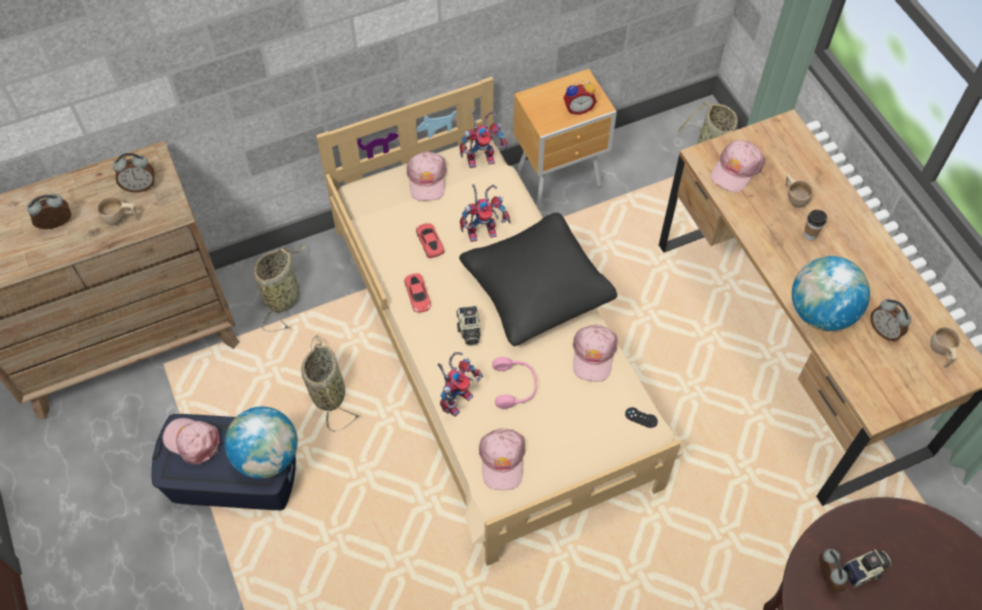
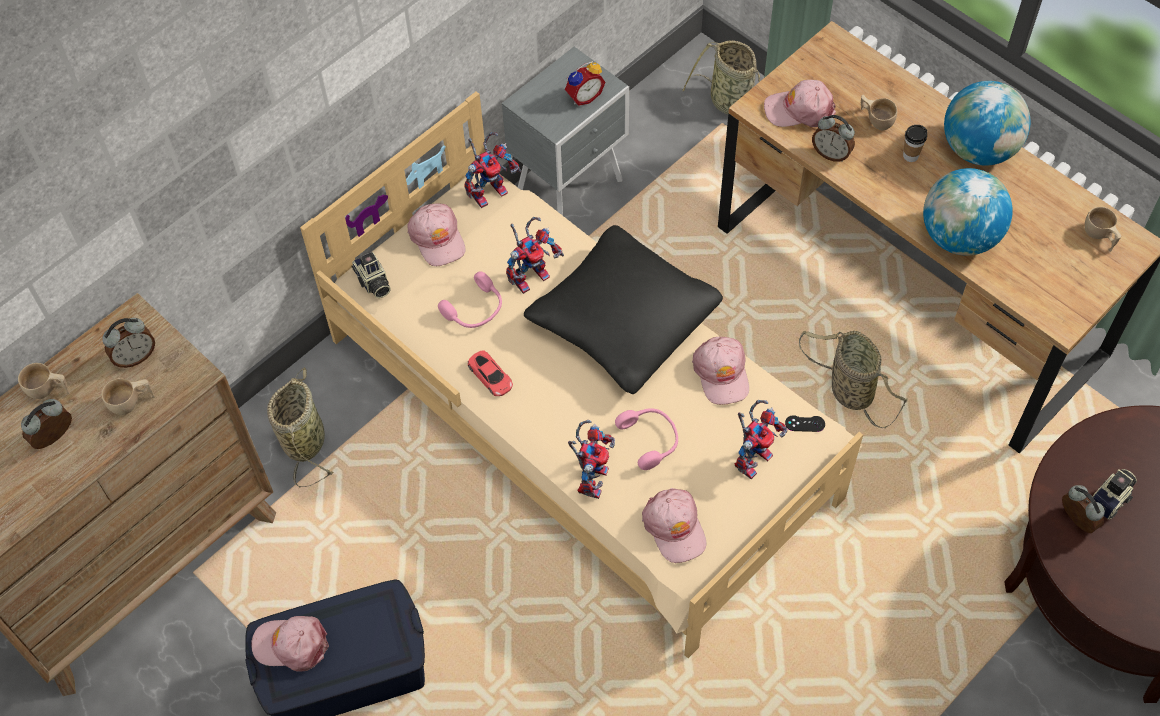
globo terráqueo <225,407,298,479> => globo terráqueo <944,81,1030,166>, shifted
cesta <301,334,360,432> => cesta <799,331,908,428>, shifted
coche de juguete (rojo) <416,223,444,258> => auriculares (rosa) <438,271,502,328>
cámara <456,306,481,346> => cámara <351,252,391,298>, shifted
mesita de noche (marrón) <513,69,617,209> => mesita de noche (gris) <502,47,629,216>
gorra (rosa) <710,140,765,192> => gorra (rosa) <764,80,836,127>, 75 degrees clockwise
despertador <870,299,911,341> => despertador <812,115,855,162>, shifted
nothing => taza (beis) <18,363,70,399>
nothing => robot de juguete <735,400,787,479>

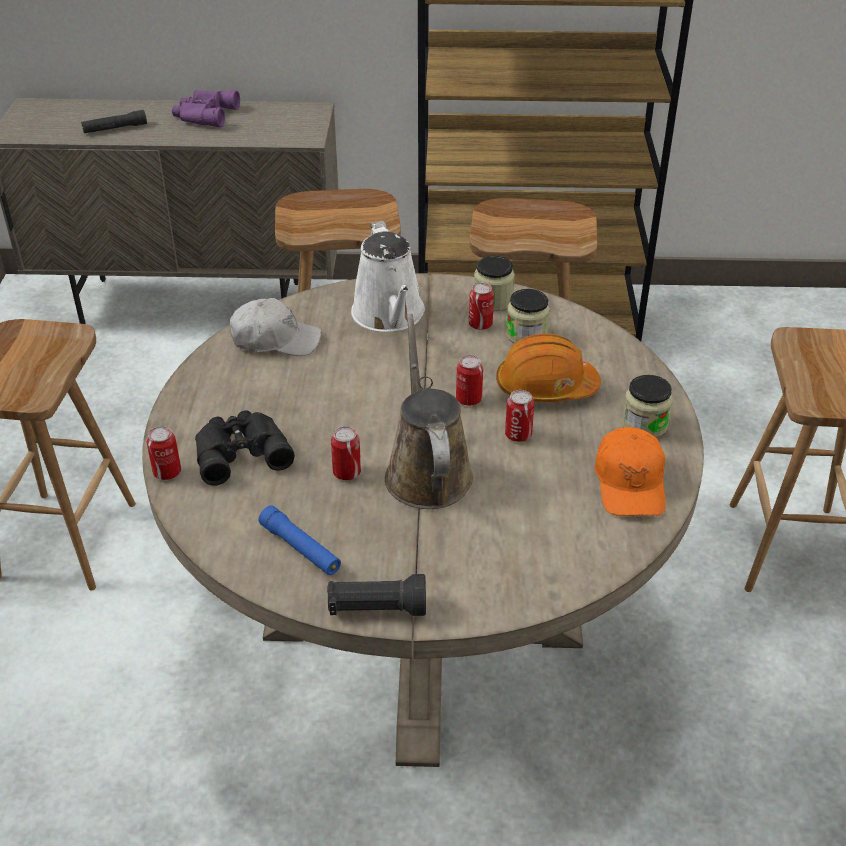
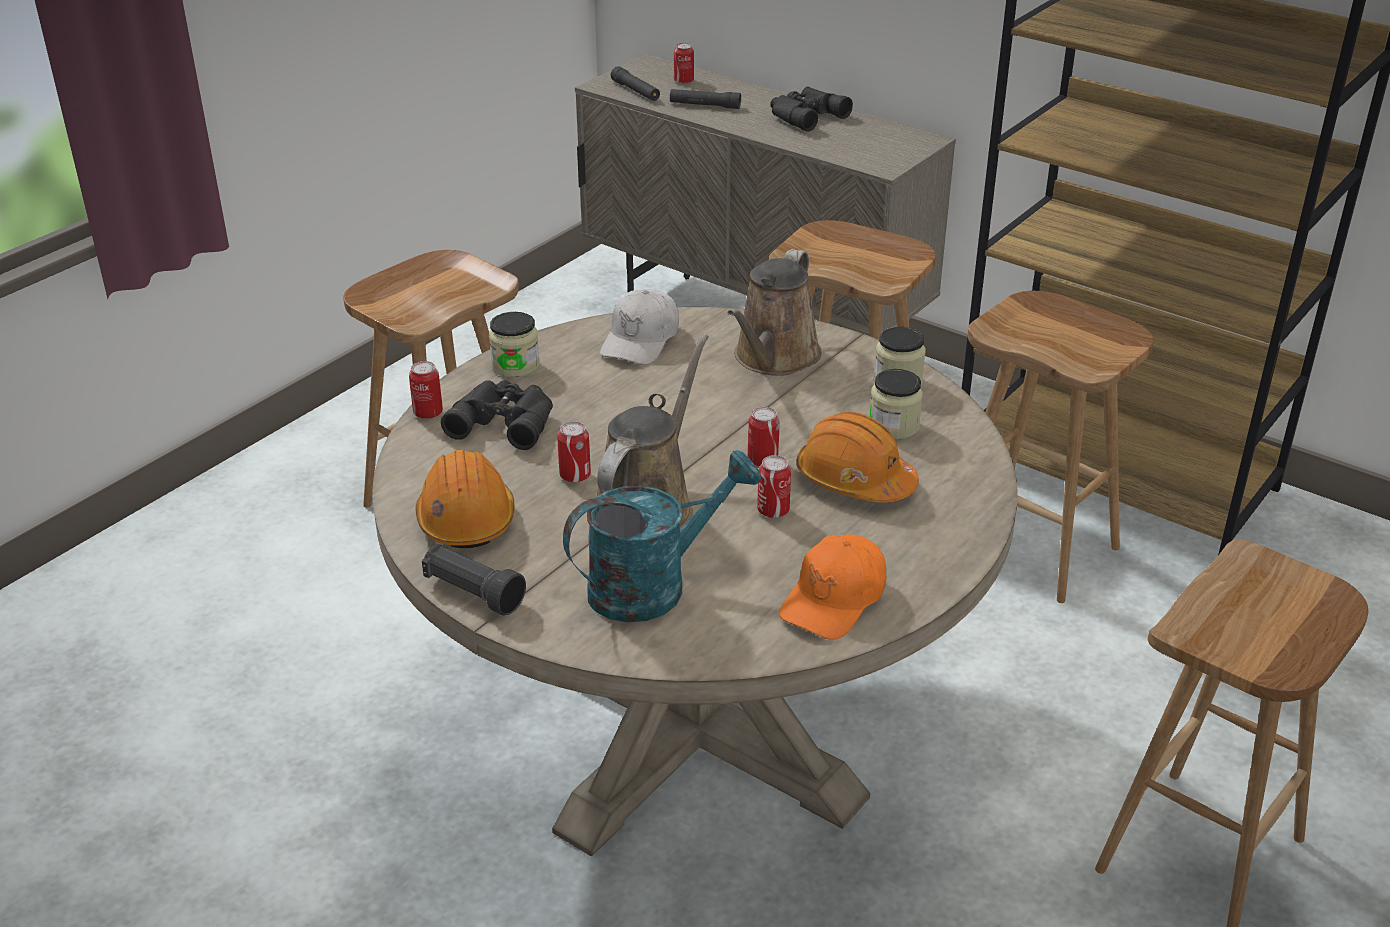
prismáticos (morado) <172,90,240,127> => prismáticos (negro) <770,86,853,131>
gorra (blanco) <230,298,321,356> => gorra (blanco) <600,289,679,365>, 75 degrees clockwise
linterna (azul) <259,505,341,575> => casco (naranja) <416,450,515,548>
regadera (blanco) <351,221,425,332> => regadera (marrón) <728,249,822,376>
lata <469,283,494,330> => lata <674,43,694,84>, shifted
tarro <622,375,673,438> => tarro <489,312,539,378>, shifted
nothing => regadera (turquesa) <563,450,761,622>
nothing => linterna (negro) <611,66,660,101>

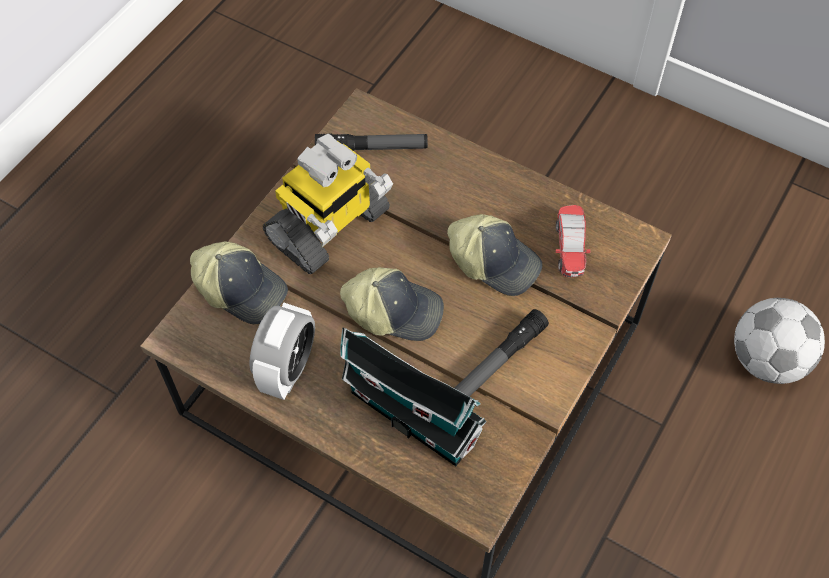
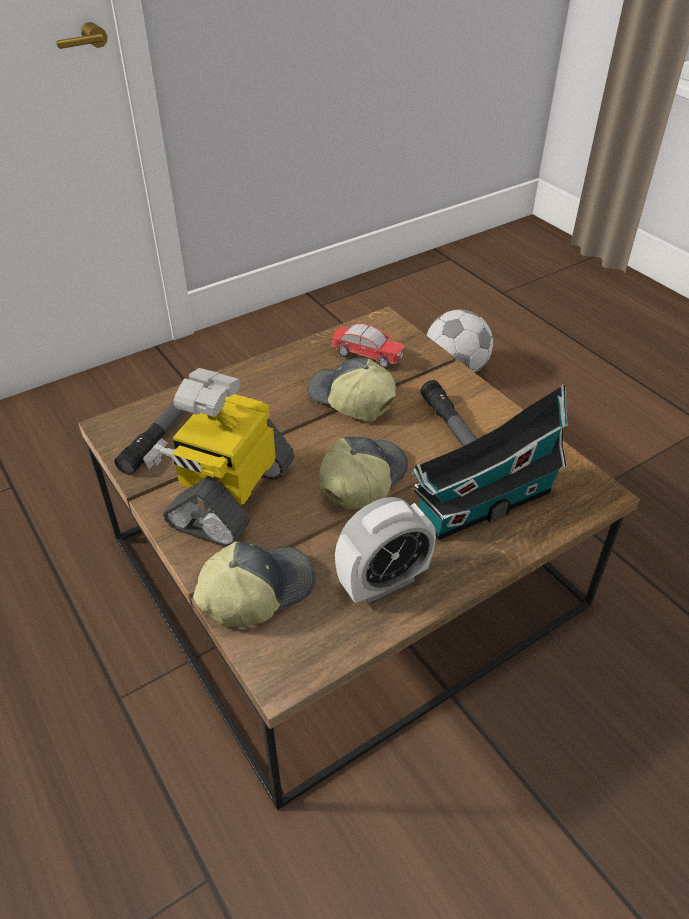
despertador <249,302,315,400> => despertador <335,497,436,604>, 105 degrees clockwise
robot de juguete <263,134,393,274> => robot de juguete <143,368,295,547>, 135 degrees counterclockwise
gorra <447,214,543,296> => gorra <307,358,396,421>, 105 degrees counterclockwise

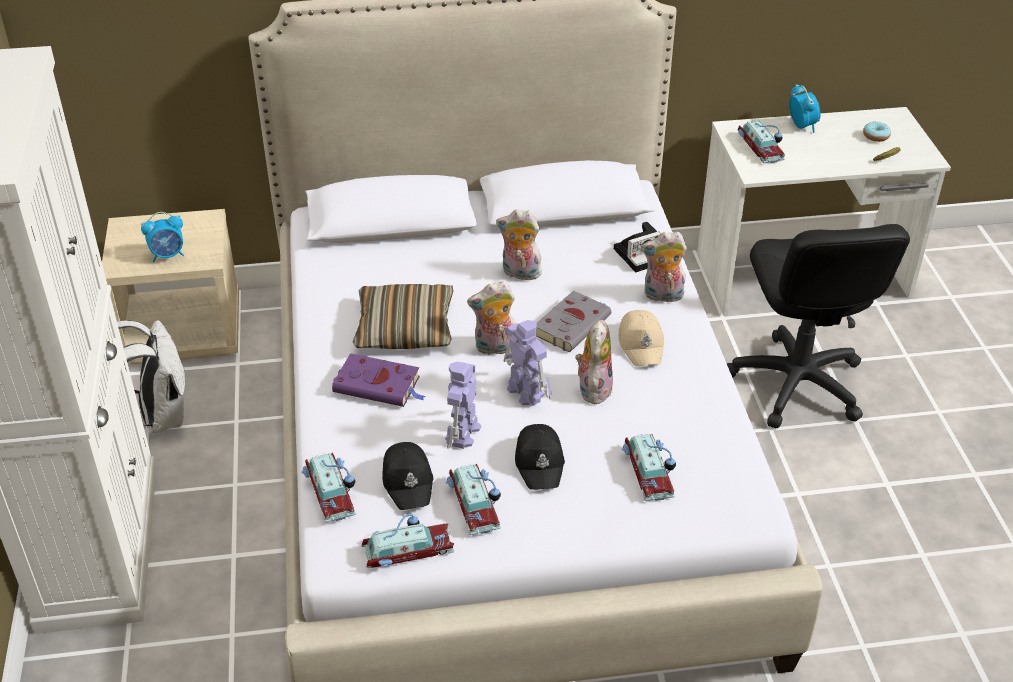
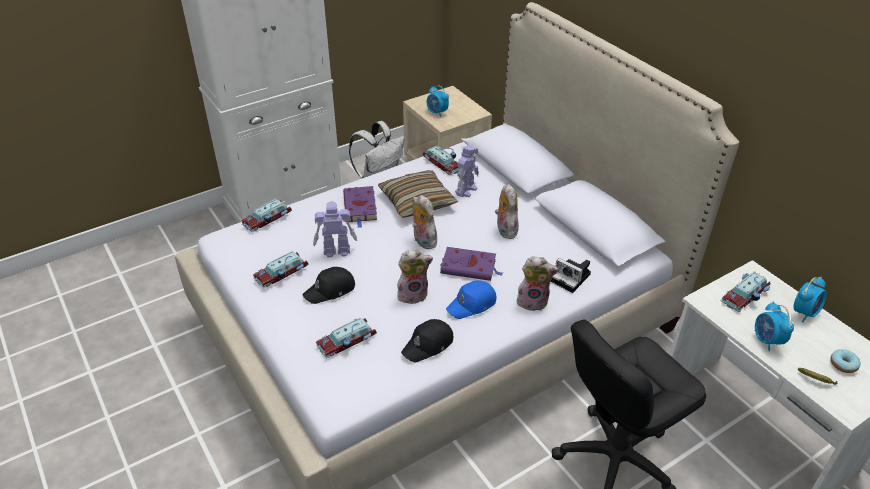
coche de juguete <361,514,454,568> => coche de juguete <423,145,459,175>, shifted
gorra (negro) <382,442,433,510> => gorra (negro) <401,319,453,362>, shifted
robot de juguete <503,320,552,407> => robot de juguete <455,145,479,197>, shifted
libro (gris) <536,291,611,352> => libro (morado) <440,247,503,281>
gorra (beis) <619,310,664,366> => gorra (azul) <446,280,496,319>
peluche <641,231,687,302> => peluche <517,256,558,311>, 120 degrees clockwise
nothing => despertador <754,301,794,351>

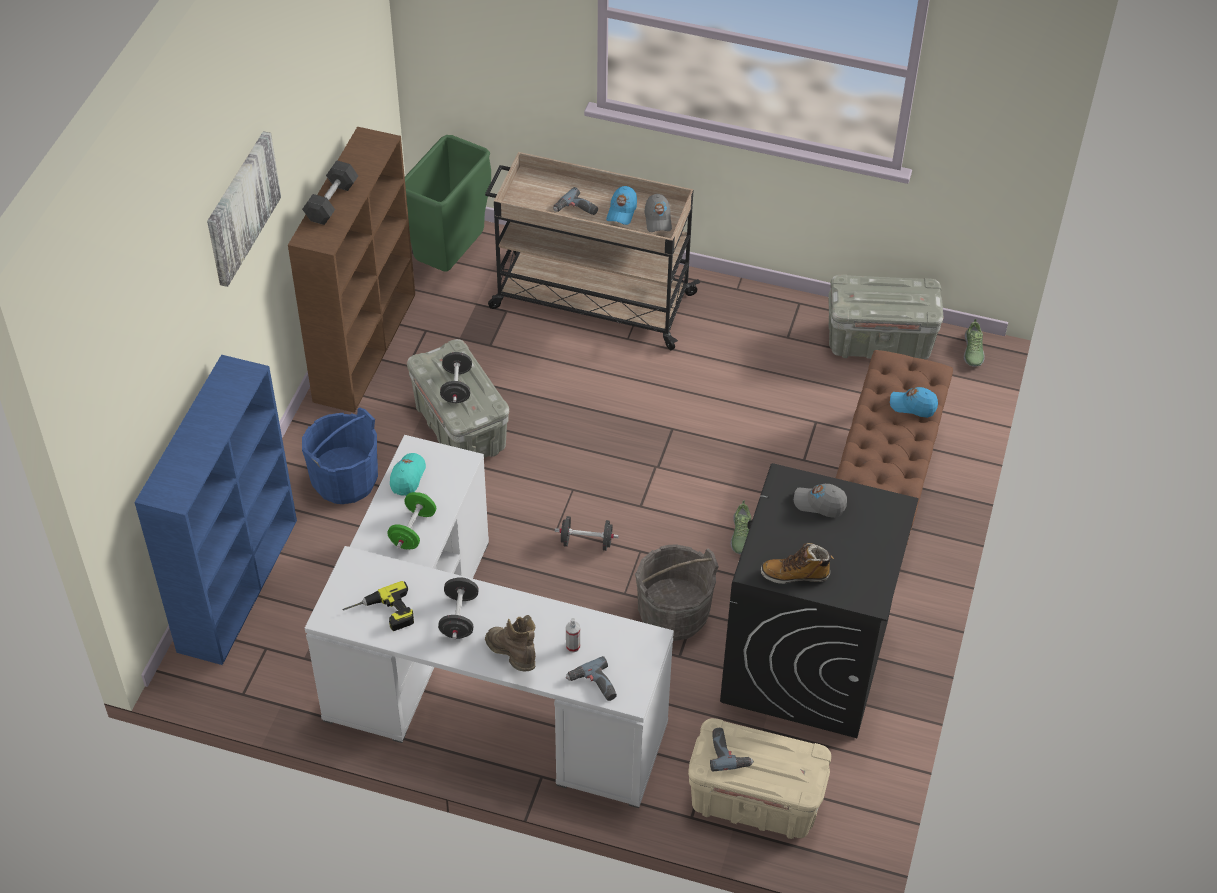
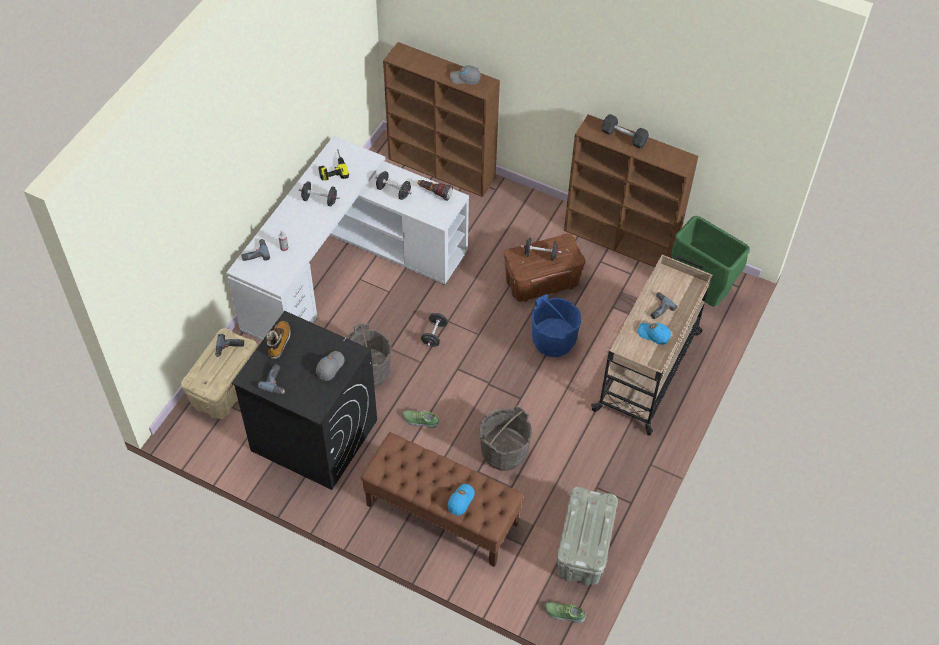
estantería (azul) <135,355,297,665> => estantería (marrón) <383,42,500,197>
cuadro <207,131,281,287> => nothing
cubo (azul) <302,407,378,504> => cubo (azul) <532,294,581,357>, shifted
mancuerna (verde) <387,492,436,549> => mancuerna (negro) <375,171,412,200>
gorra (turquesa) <390,453,426,496> => linterna <418,180,453,201>
caja de almacenaje (gris) <407,339,509,458> => caja de almacenaje (marrón) <504,234,585,302>
bota (marrón) <485,615,536,671> => nothing
gorra (gris) <645,194,672,232> => gorra (gris) <450,65,481,84>, shifted
nothing => taladro <257,364,285,394>
nothing => cubo (gris) <479,406,532,471>

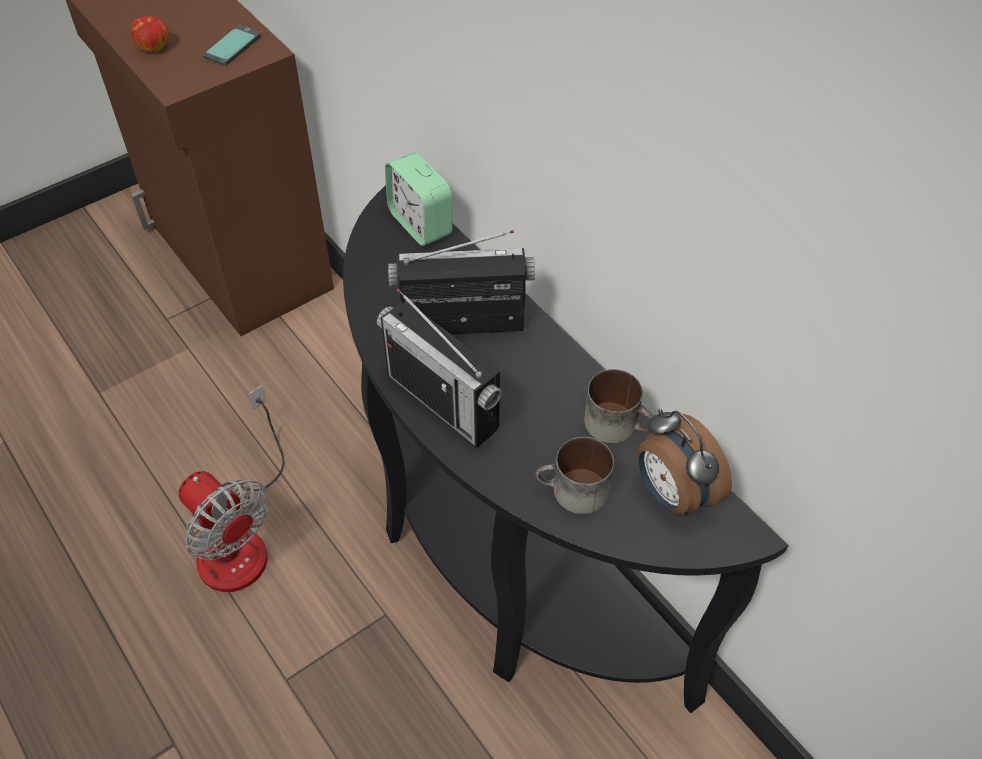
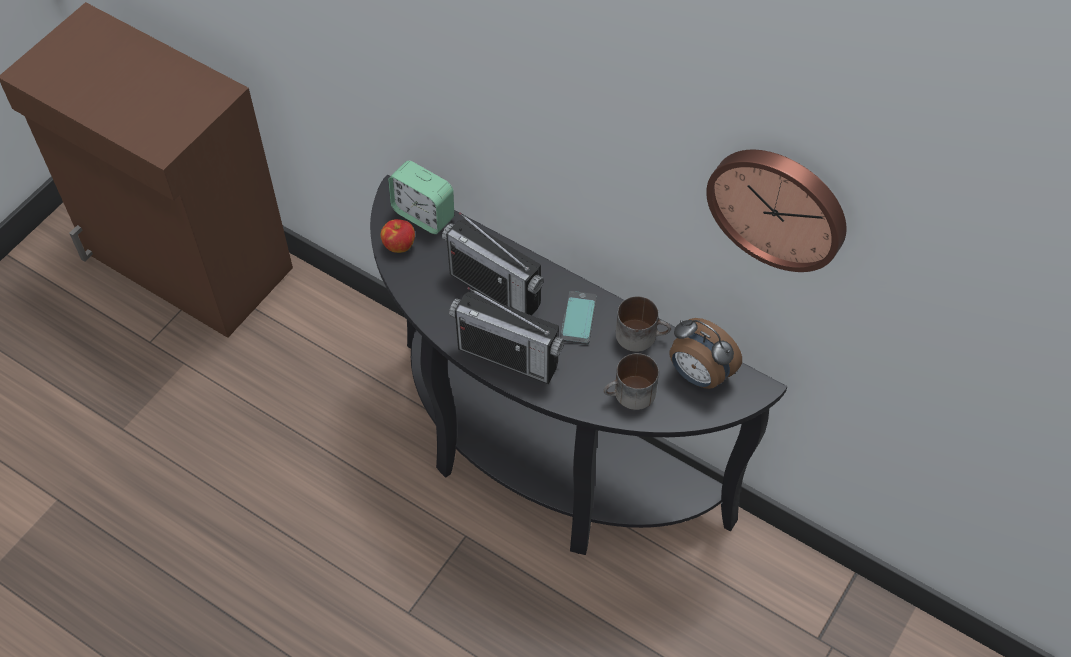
manzana <131,16,168,53> => manzana <380,219,415,253>, shifted
ventilador <179,385,285,592> => nothing
móvil <203,25,261,66> => móvil <561,291,597,345>, shifted
radio <388,230,535,334> => radio <442,212,544,315>, 120 degrees counterclockwise
nothing => reloj de pared <706,150,847,272>

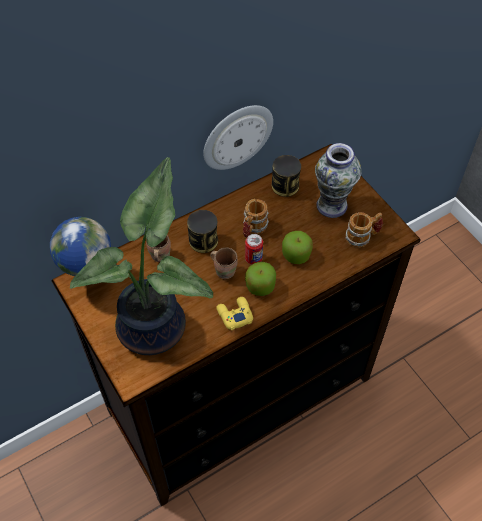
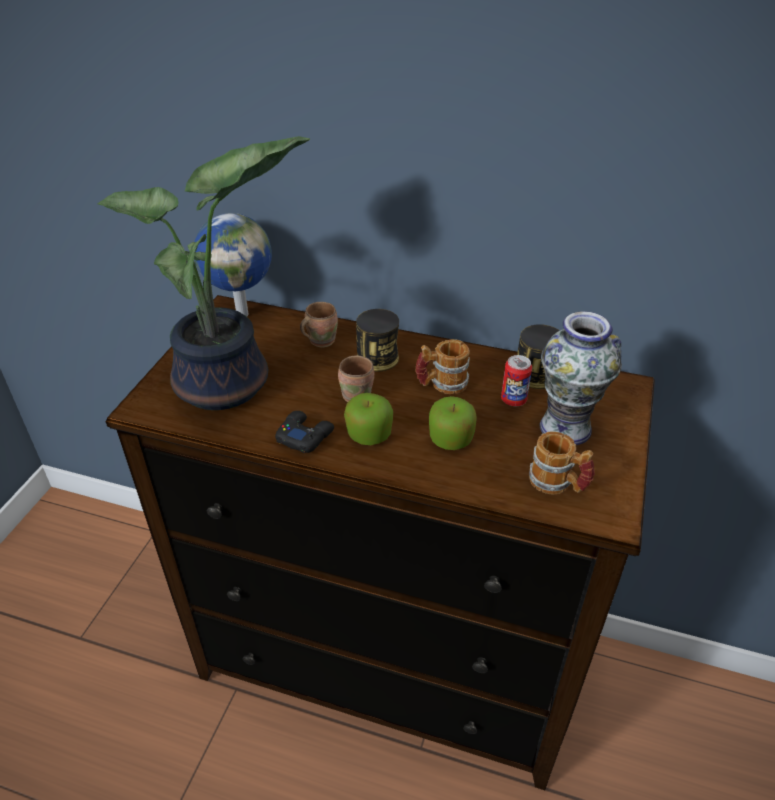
reloj de pared <203,105,273,170> => nothing
mando de consola (amarillo) <216,297,253,330> => mando de consola (negro) <275,411,334,453>
lata <245,234,263,265> => lata <501,355,532,406>, shifted

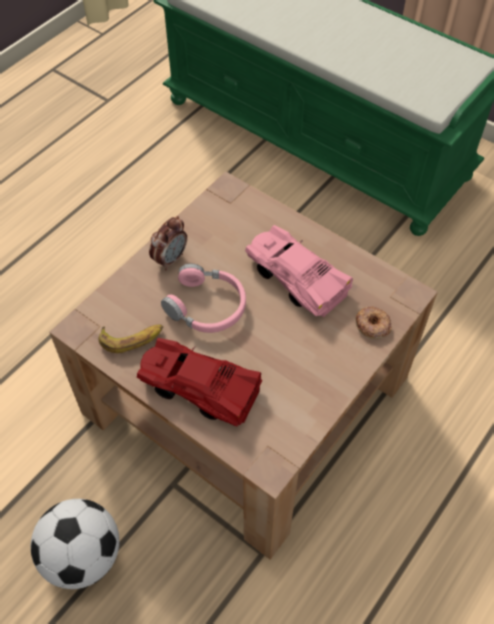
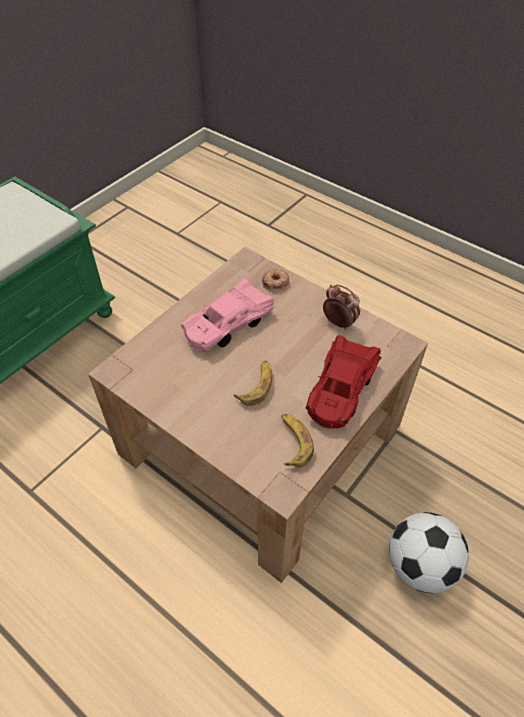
despertador <149,216,187,270> => despertador <323,284,360,330>, shifted
auriculares (rosa) <161,263,246,333> => plátano <234,361,272,406>

